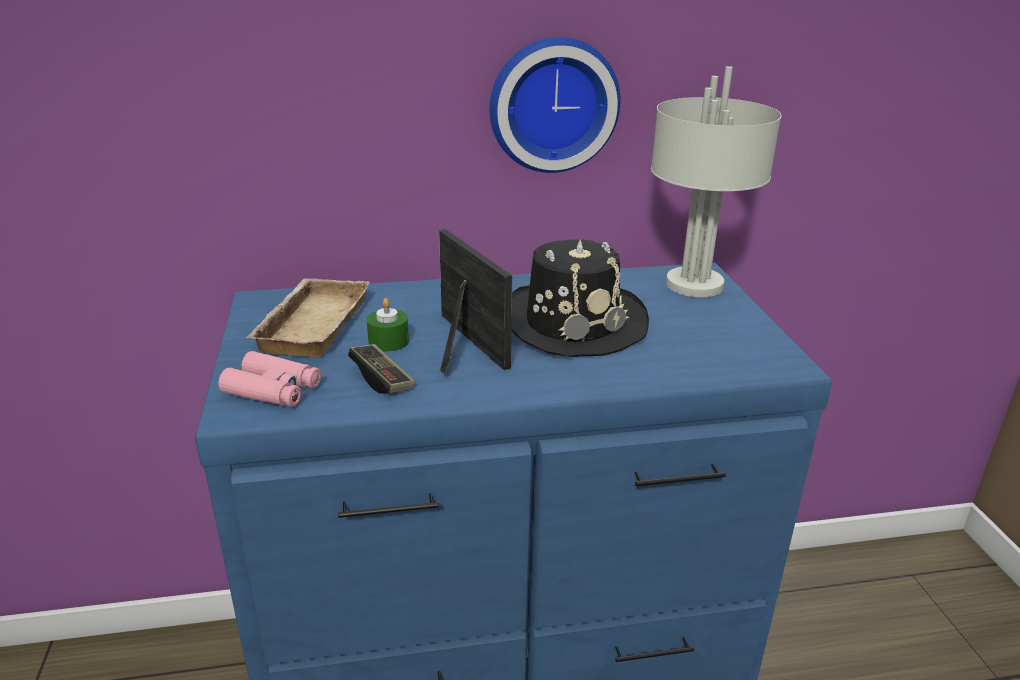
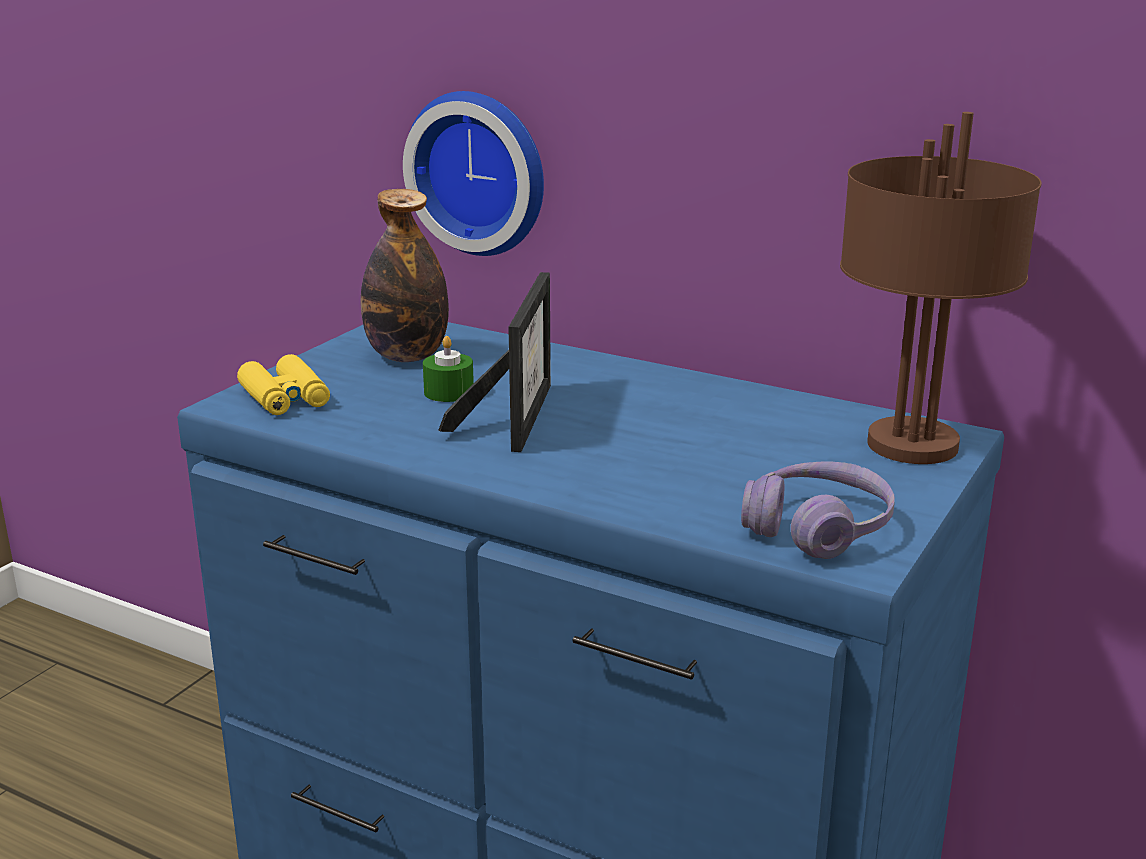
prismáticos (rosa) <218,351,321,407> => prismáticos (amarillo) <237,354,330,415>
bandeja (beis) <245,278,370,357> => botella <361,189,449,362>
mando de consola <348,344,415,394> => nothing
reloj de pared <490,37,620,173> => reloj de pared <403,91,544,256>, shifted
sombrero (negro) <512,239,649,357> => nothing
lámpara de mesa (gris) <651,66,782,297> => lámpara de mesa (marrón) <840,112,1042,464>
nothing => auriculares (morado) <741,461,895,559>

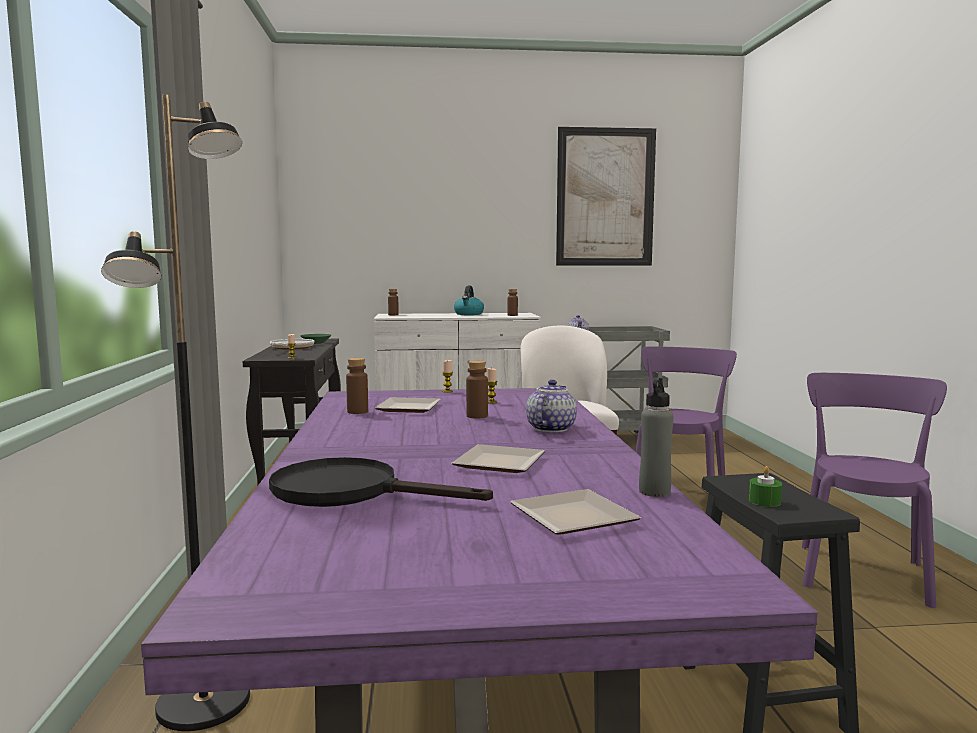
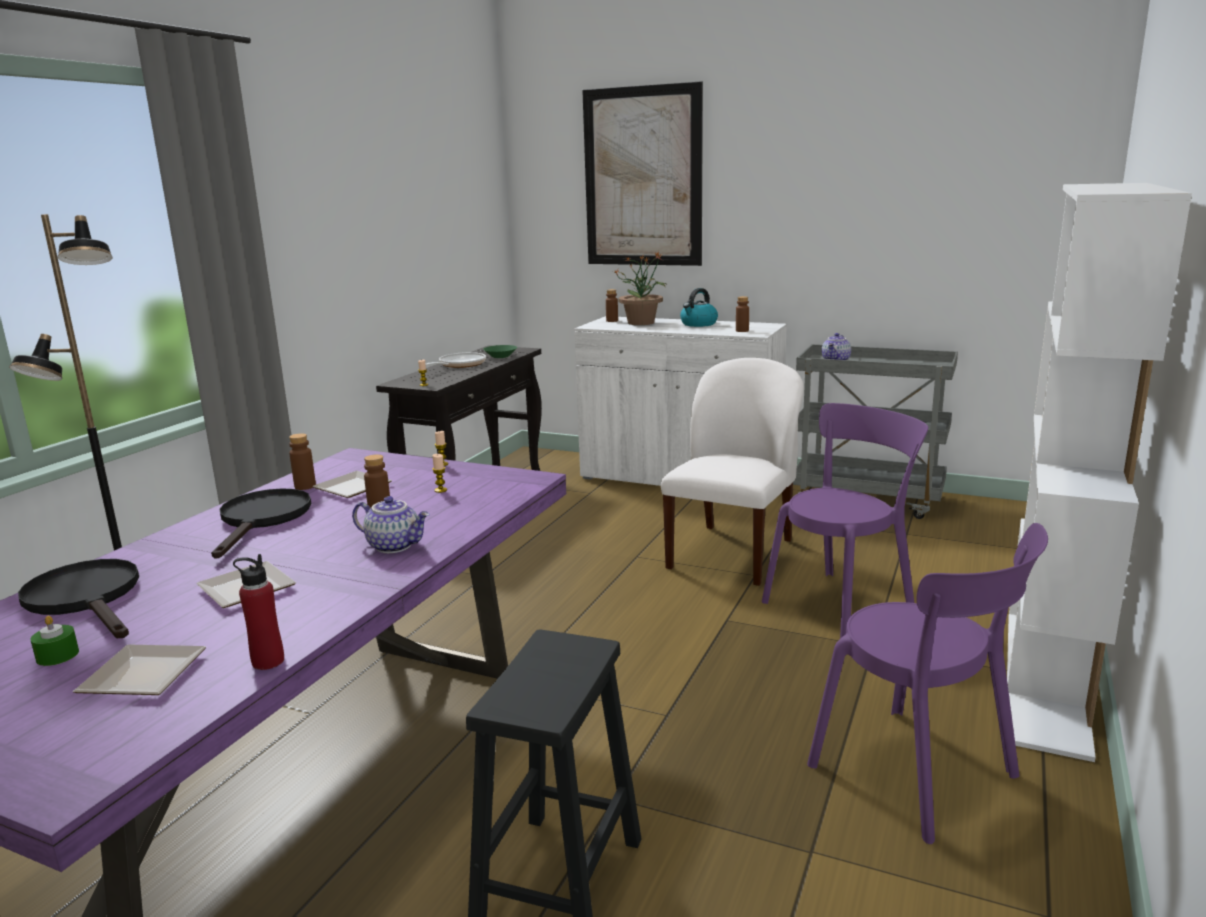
tetera <526,380,577,433> => tetera <352,496,430,553>, 60 degrees clockwise
cuadro <556,127,656,265> => cuadro <582,81,703,266>, shifted
botella (gris) <639,378,674,497> => botella (rojo) <233,554,284,670>
vela (verde) <749,466,782,507> => vela (verde) <30,616,79,666>, shifted
silla (morado) <802,373,947,608> => silla (morado) <807,523,1048,844>, 90 degrees clockwise
nothing => sartén (negro) <211,488,311,559>
nothing => planta en maceta <613,251,666,325>
nothing => estantería (blanco) <1007,183,1192,762>

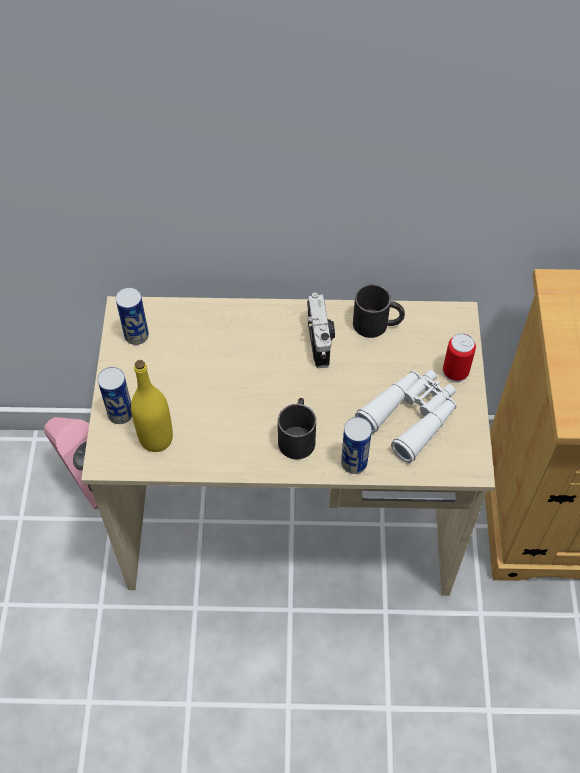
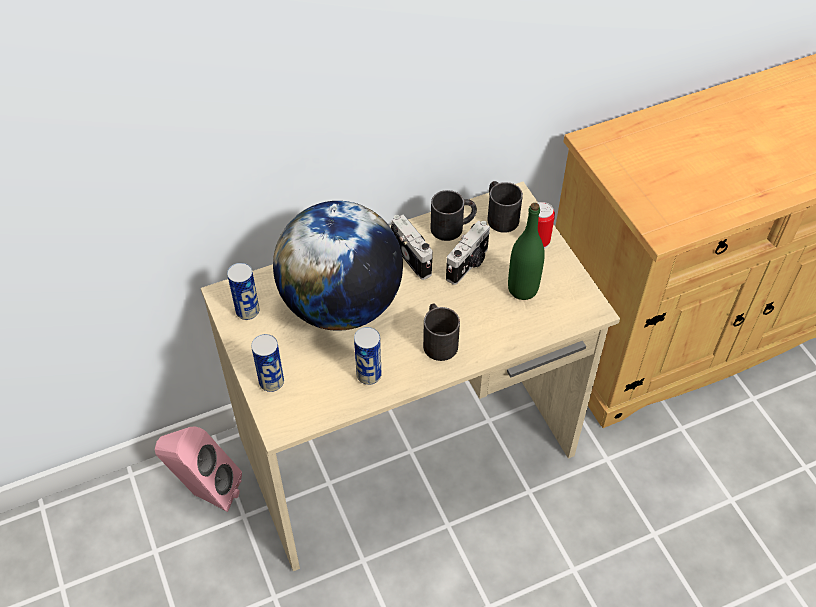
botella (amarillo) <131,360,173,452> => nothing
lata <341,417,372,474> => lata <354,327,382,385>, shifted
prismáticos (blanco) <355,370,457,463> => botella (verde) <508,203,545,300>
nothing => globo terráqueo <273,201,403,331>
nothing => cámara <446,221,490,285>
nothing => taza grande (negro) <487,181,523,233>

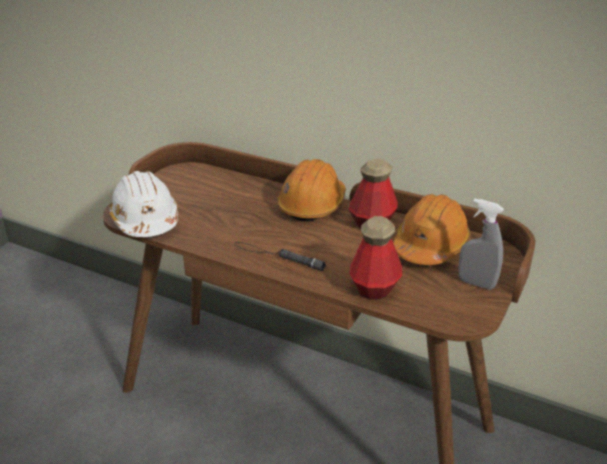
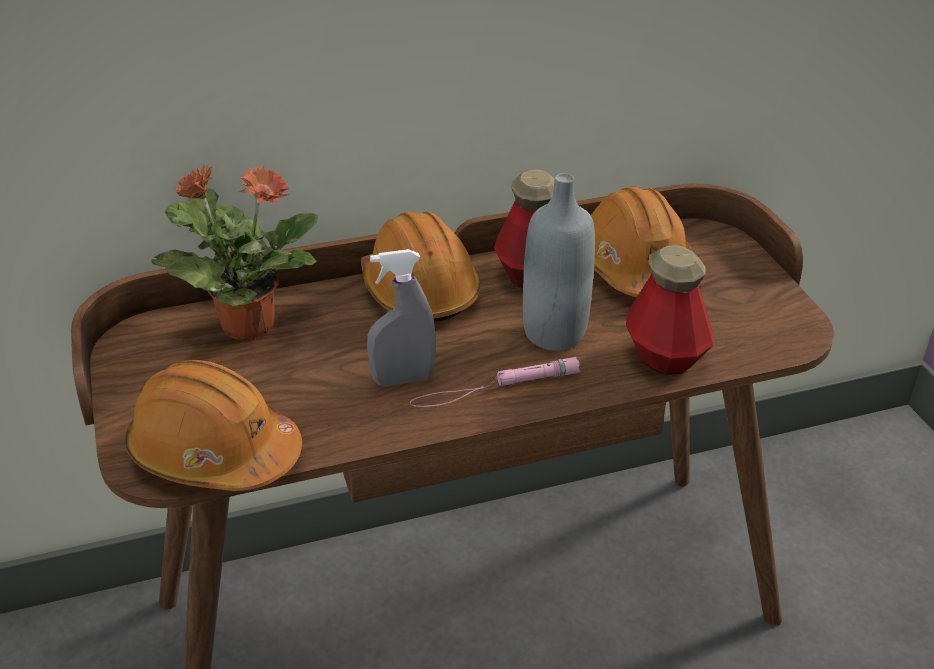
casco (blanco) <109,171,178,237> => casco (naranja) <125,360,302,491>
linterna (negro) <235,242,326,271> => linterna (rosa) <410,357,580,407>
pulverizador (gris) <458,198,504,290> => pulverizador (gris) <367,249,436,387>, shifted
nothing => planta en maceta <152,164,318,340>
nothing => botella (gris) <523,173,595,351>

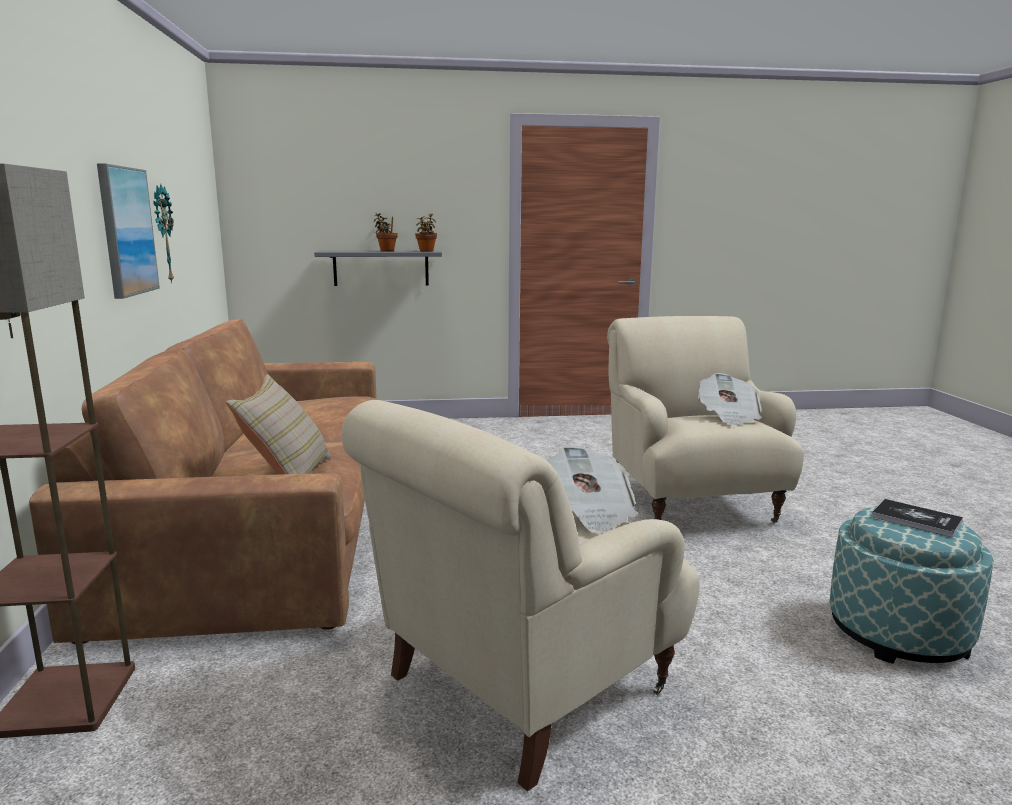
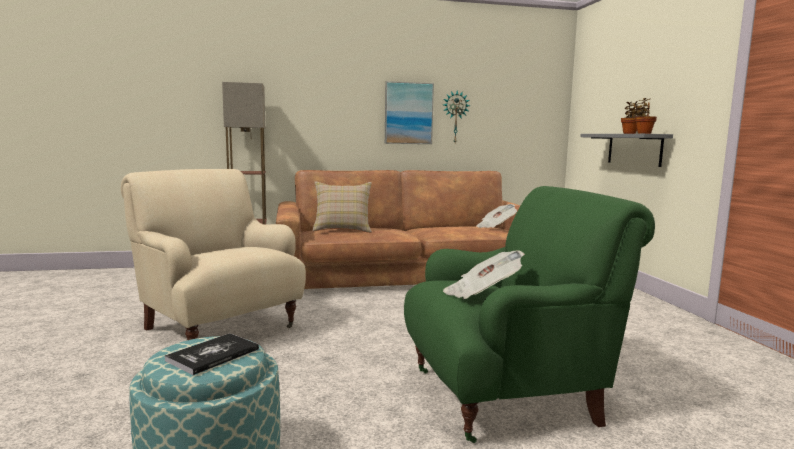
periódico <546,445,638,534> => periódico <476,204,517,228>, shifted
sillón (beis) <607,316,804,523> => sillón (verde) <404,186,655,443>

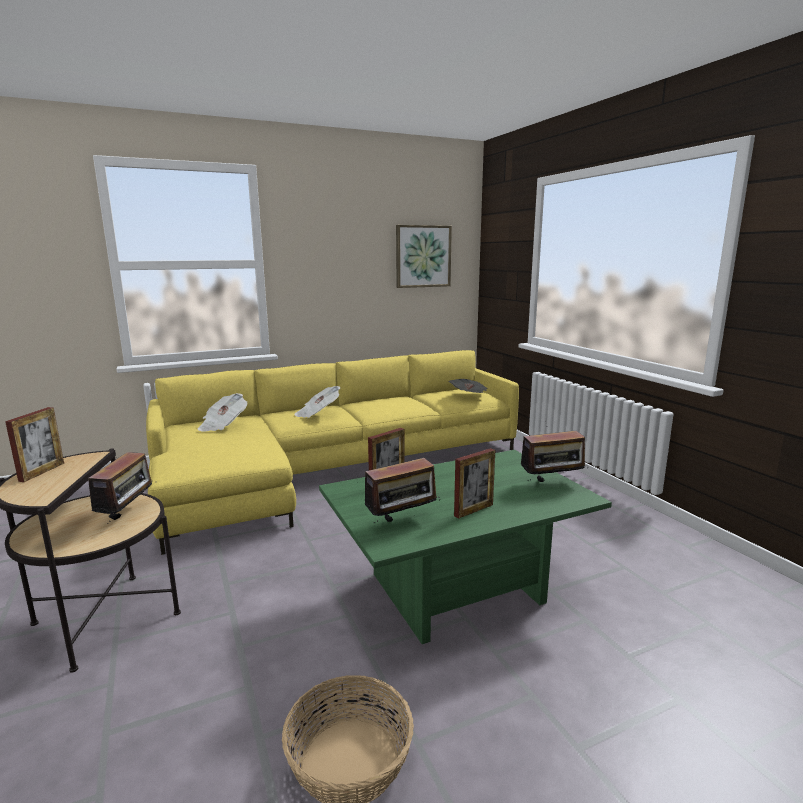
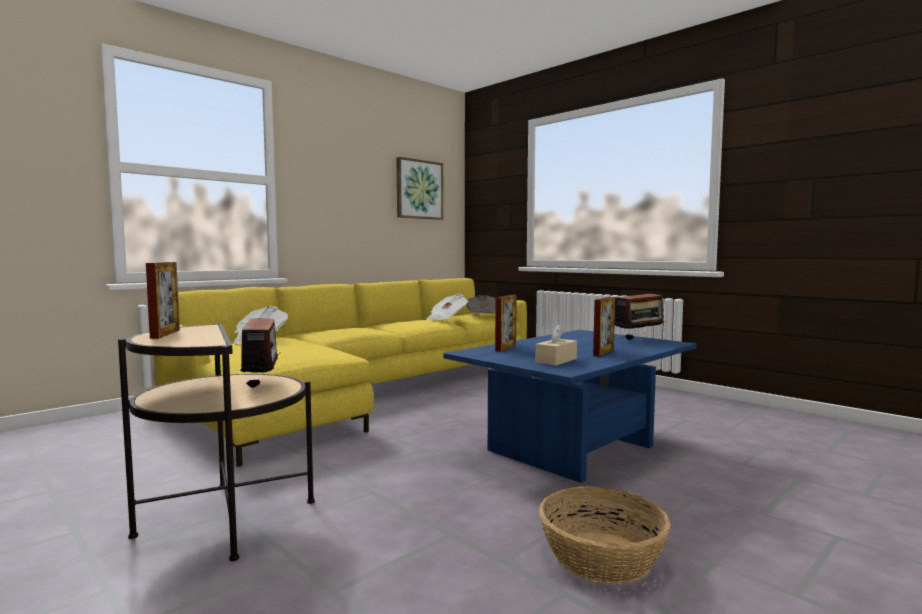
periódico <294,386,340,418> => periódico <427,294,468,321>, shifted
mesa de centro (verde) <319,450,612,644> => mesa de centro (azul) <443,330,697,483>
radio <365,458,440,523> => caja de pañuelos (beis) <535,324,577,366>

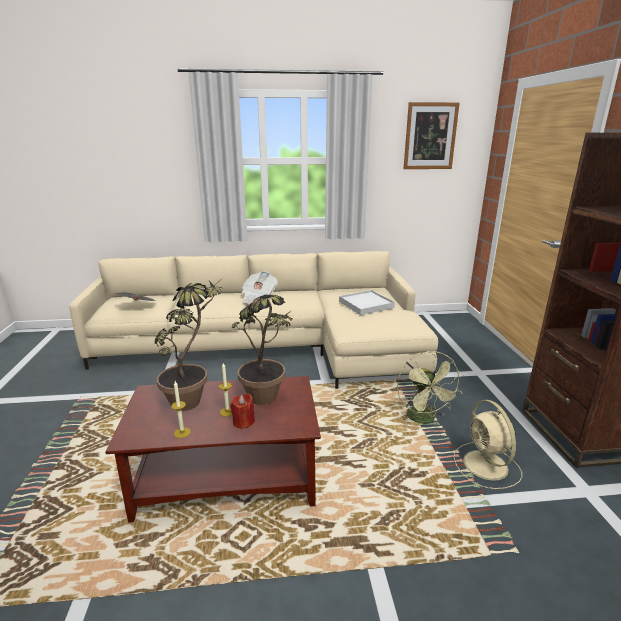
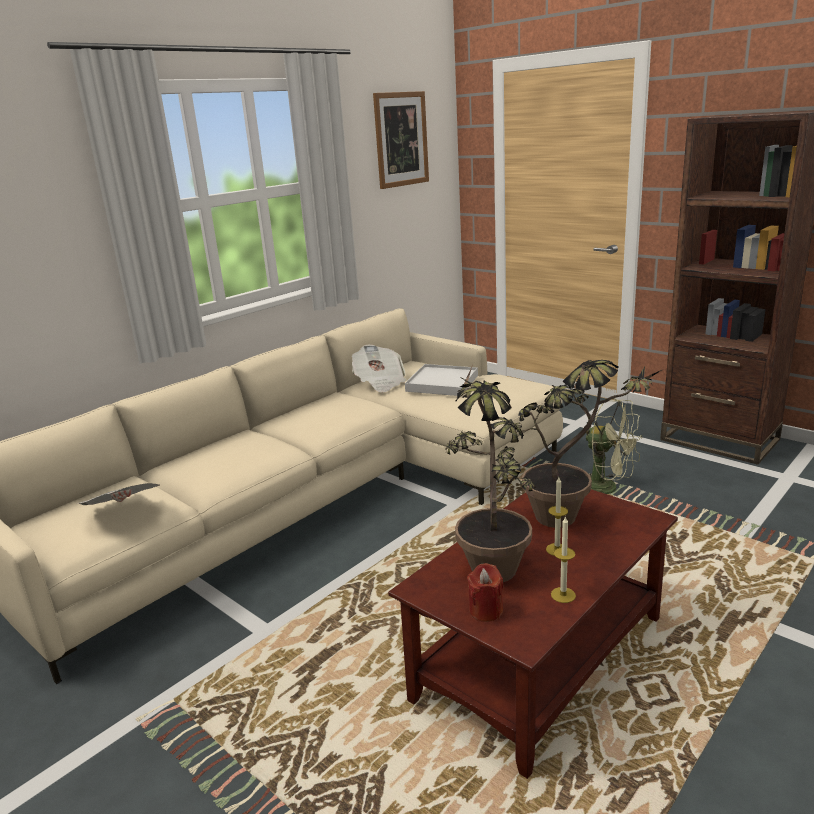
vela (rojo) <230,393,255,429> => vela (rojo) <467,563,503,622>, shifted
periódico <242,271,278,304> => periódico <352,344,406,393>, shifted
ventilador (beis) <453,400,522,489> => nothing

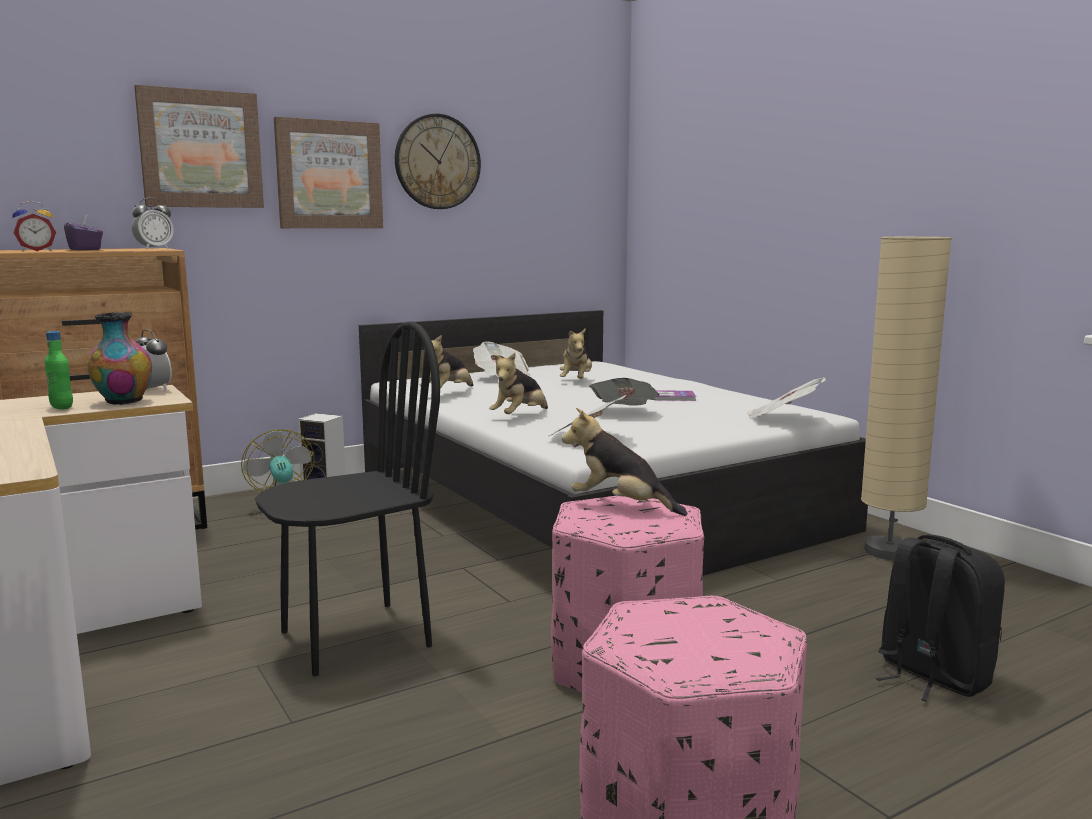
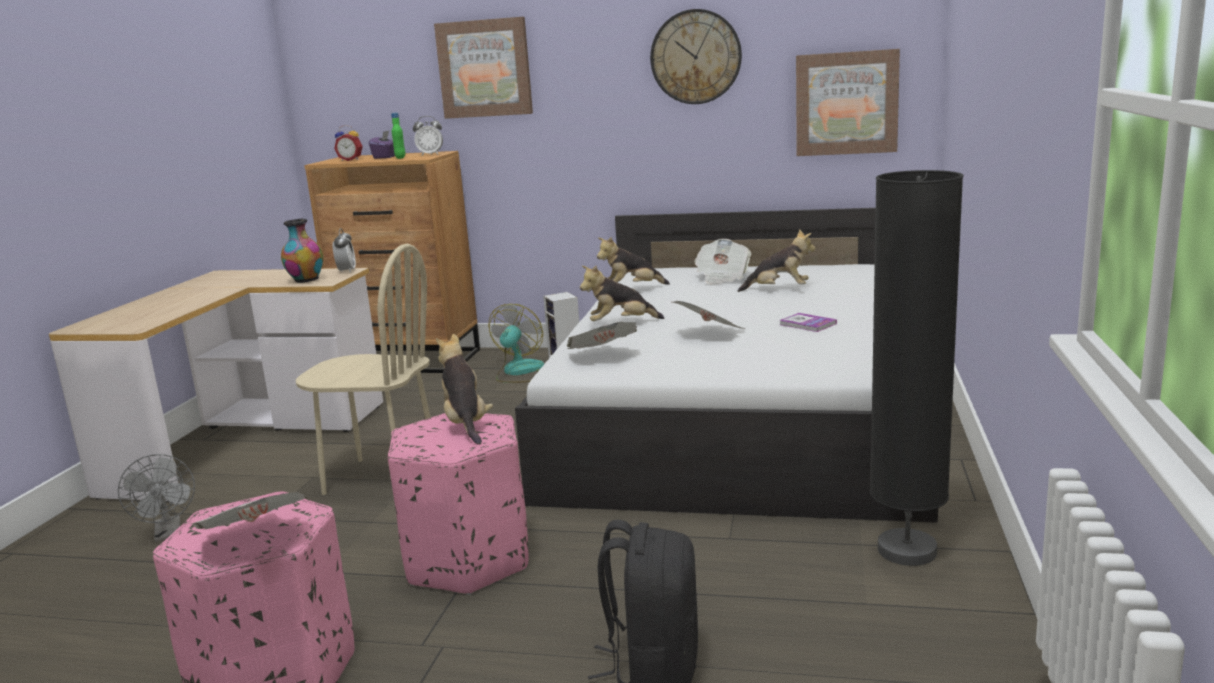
botella (verde) <45,331,73,409> => botella (verde) <391,113,406,159>, shifted
silla (negro) <255,321,440,676> => silla (beis) <296,243,431,495>
cuadro <274,117,383,228> => cuadro <796,49,900,156>, shifted
peluche <560,328,592,379> => peluche <738,229,816,292>, 135 degrees counterclockwise
periódico <746,378,826,418> => periódico <192,492,308,529>, shifted
lámpara de pie (beis) <861,237,952,560> => lámpara de pie (negro) <870,170,964,566>
nothing => ventilador (gris) <118,454,195,542>

